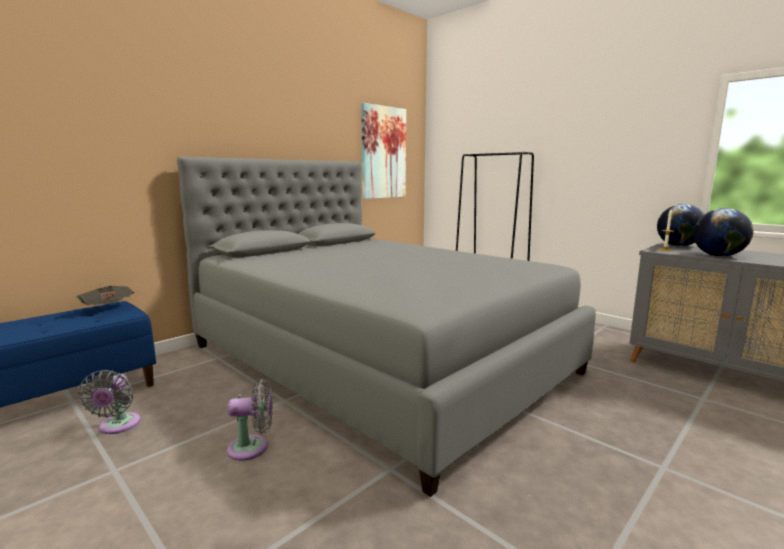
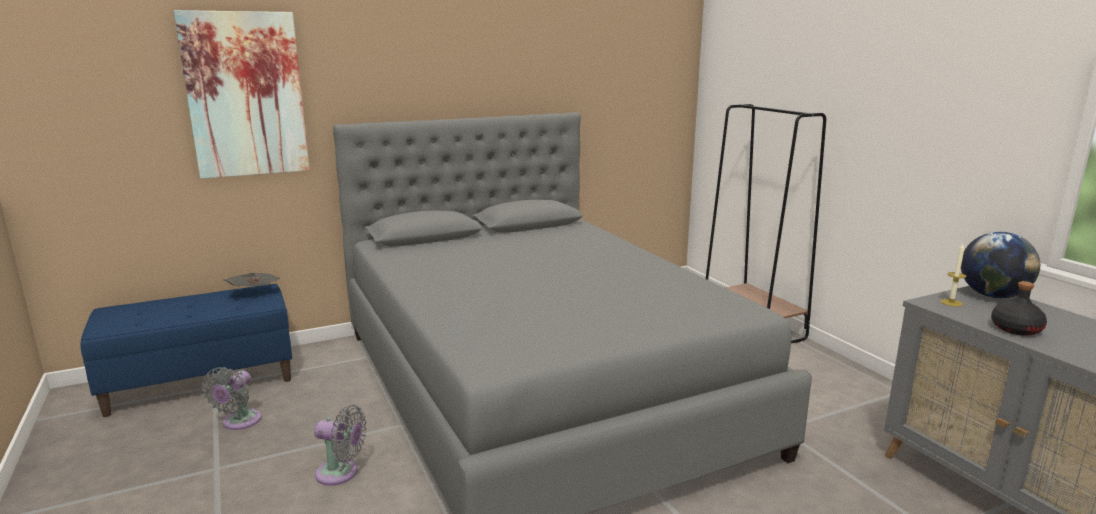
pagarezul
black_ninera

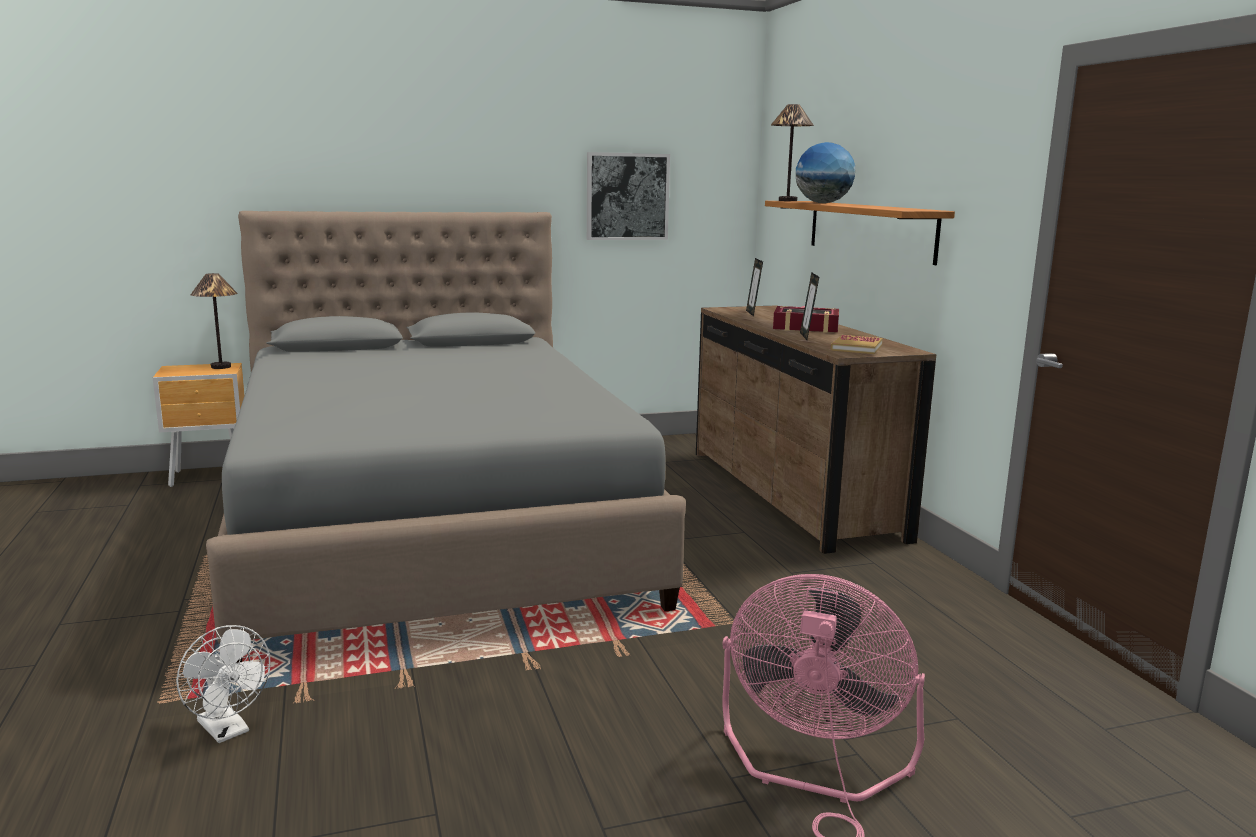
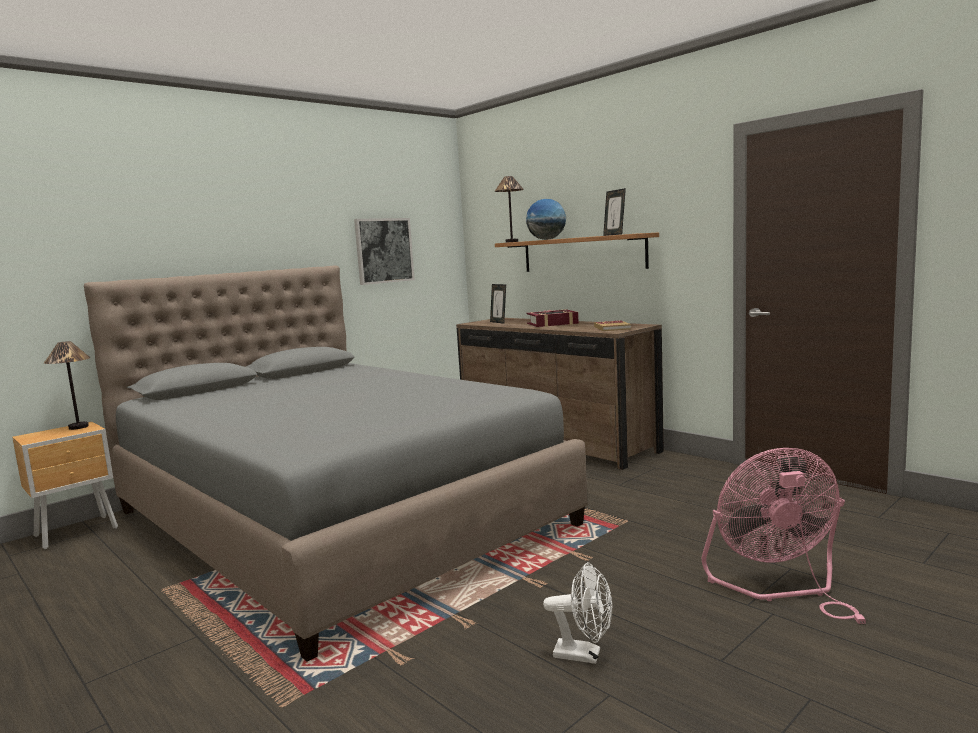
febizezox (no. 2 from left)
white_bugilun

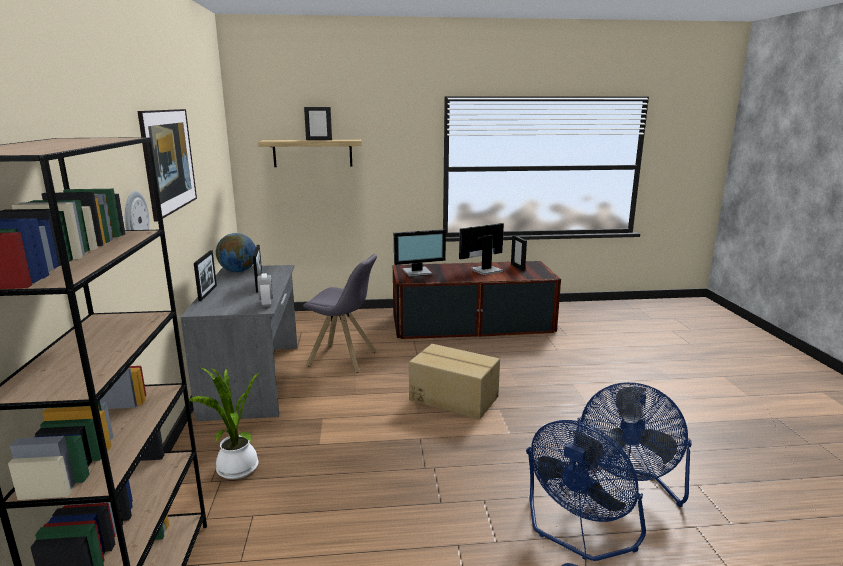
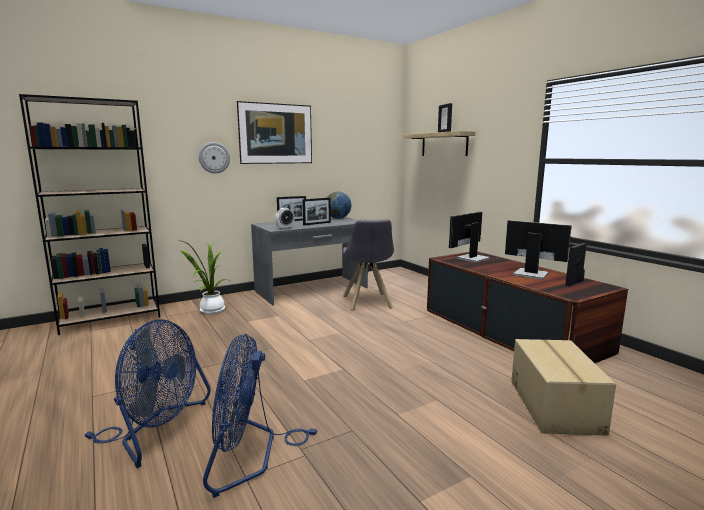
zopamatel (no. 1 from left)
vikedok

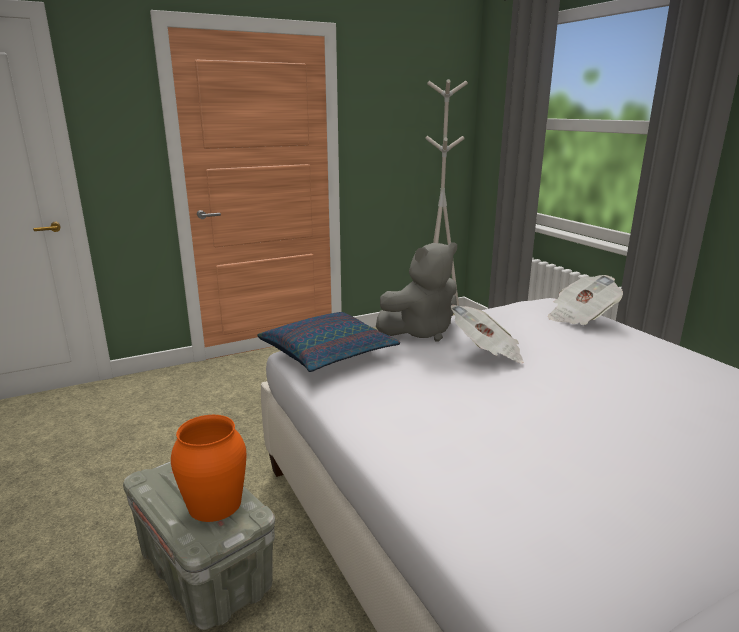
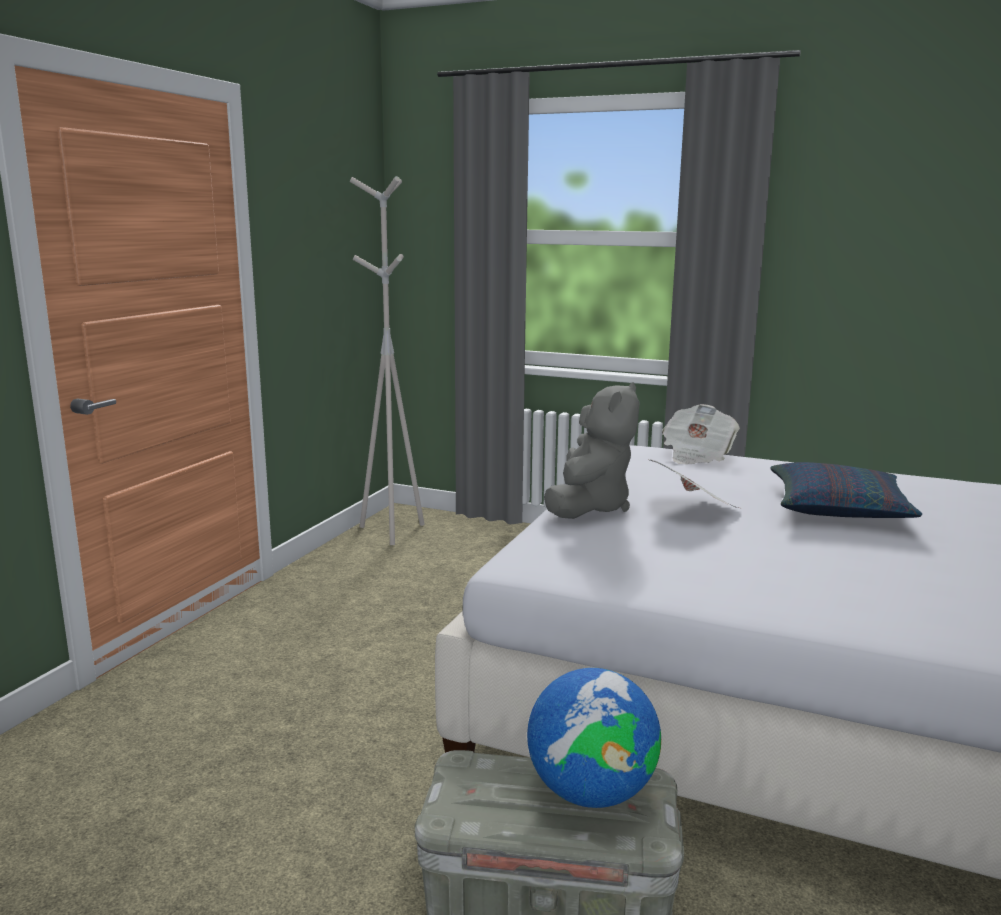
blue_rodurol
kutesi

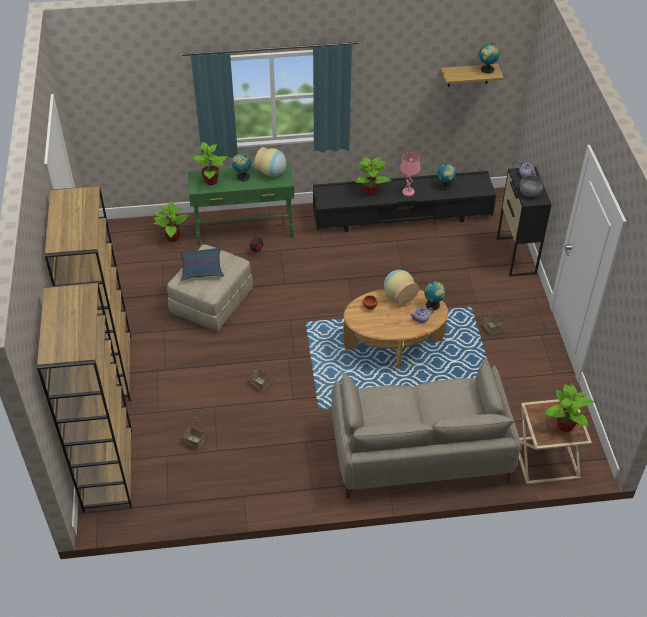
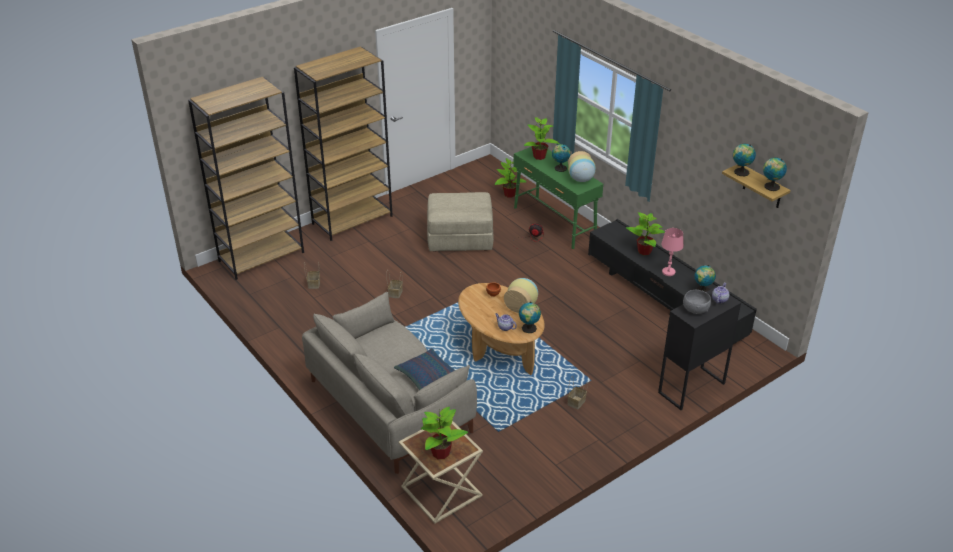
blue_rodurol
kutesi (no. 4 from left)

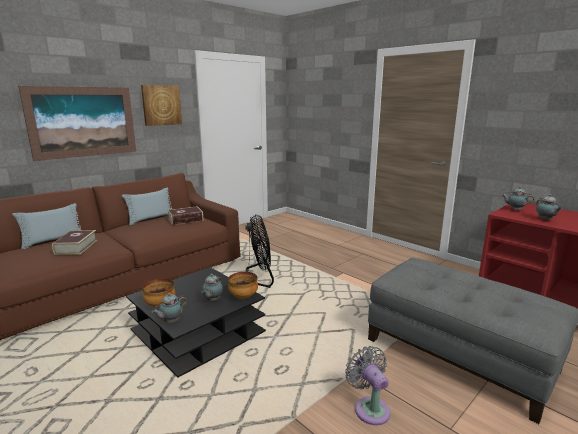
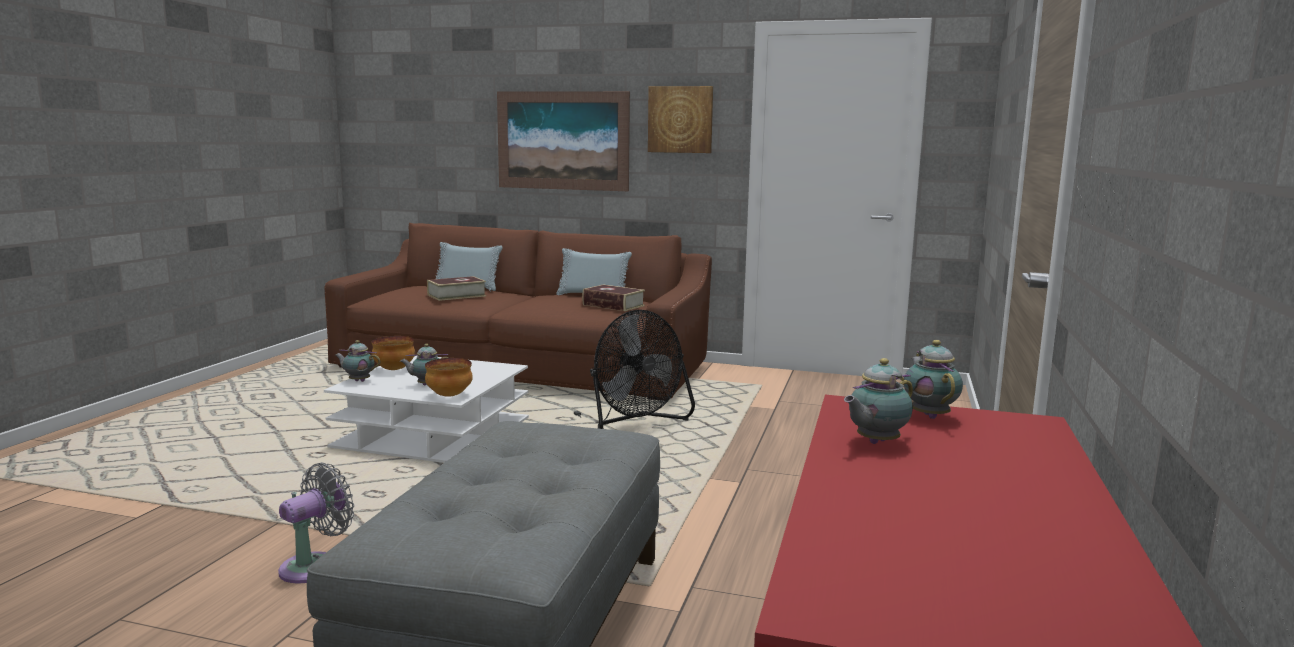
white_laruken

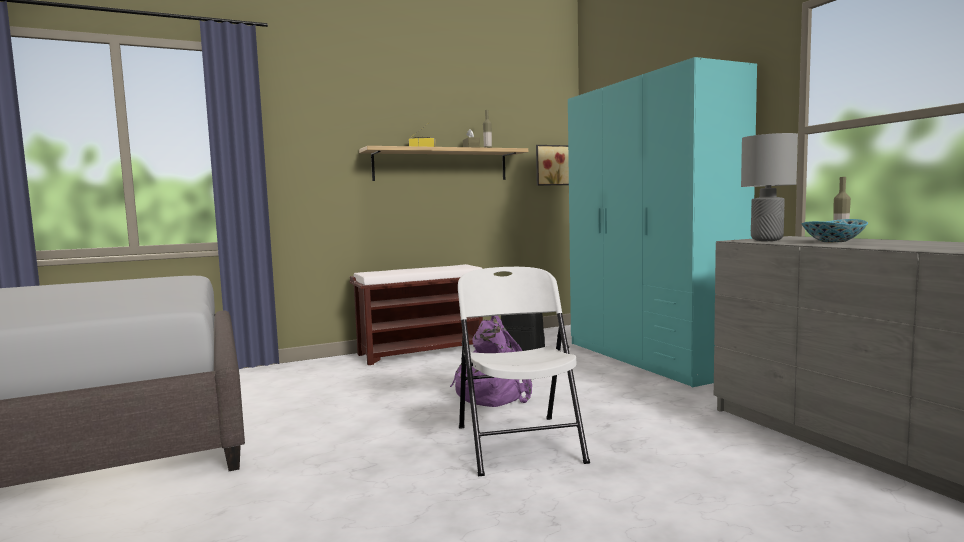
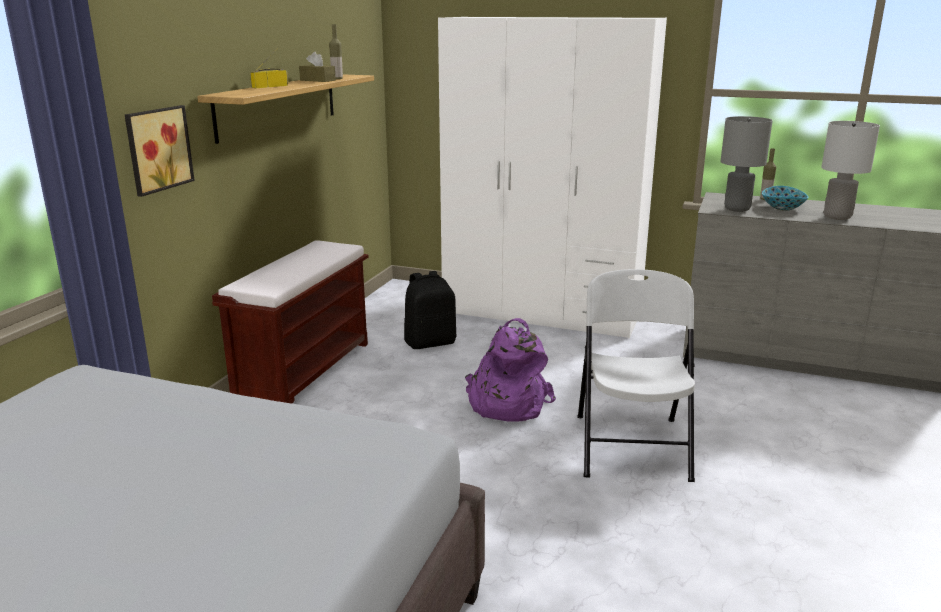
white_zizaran
pagarezul
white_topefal
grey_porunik (no. 2 from left)

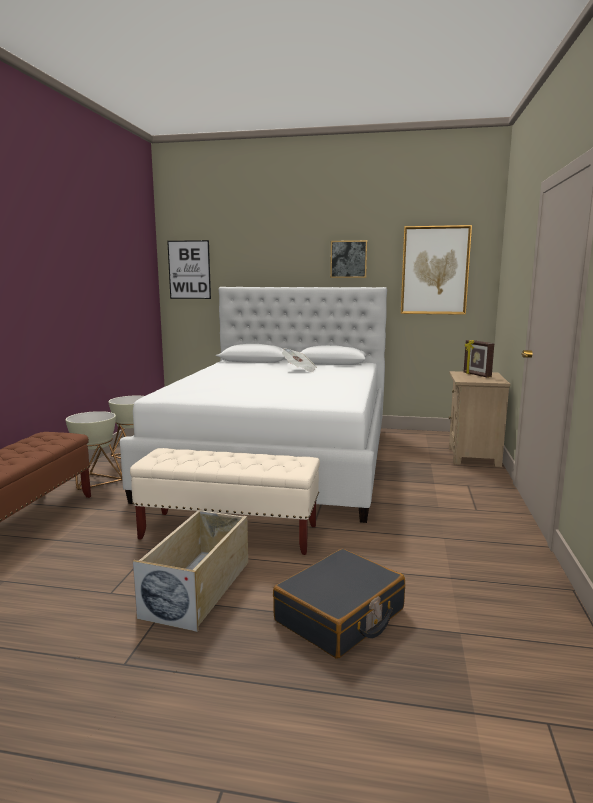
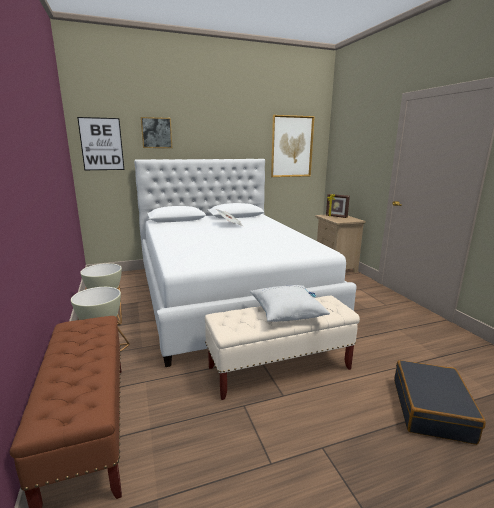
pagarezul (no. 2 from left)
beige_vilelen
grey_rodurol

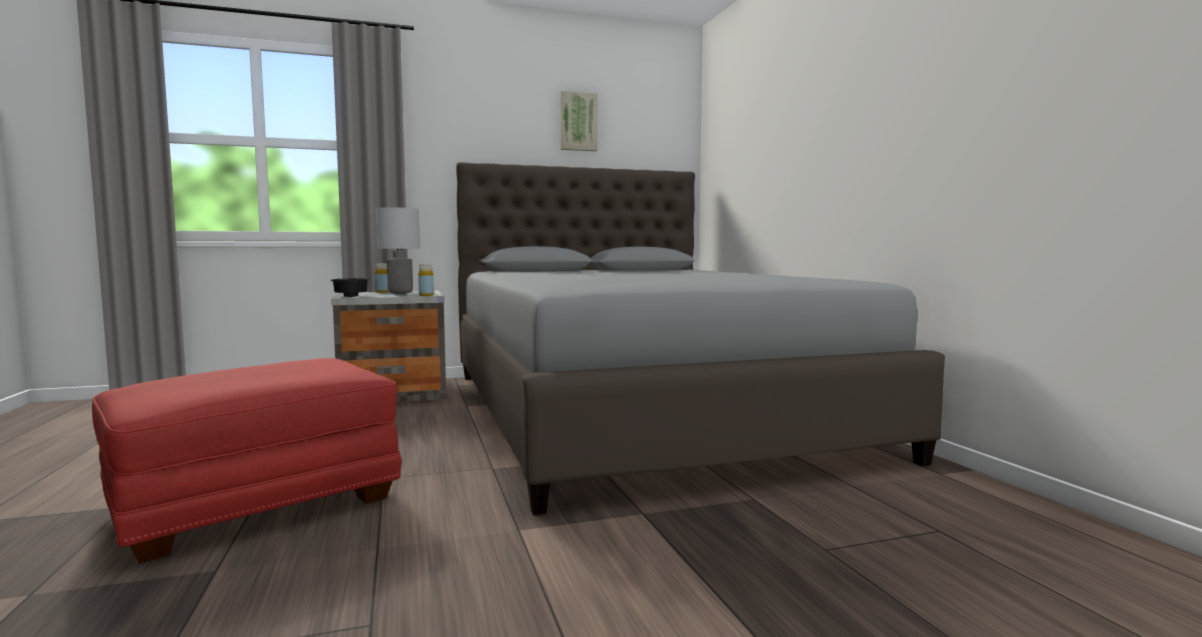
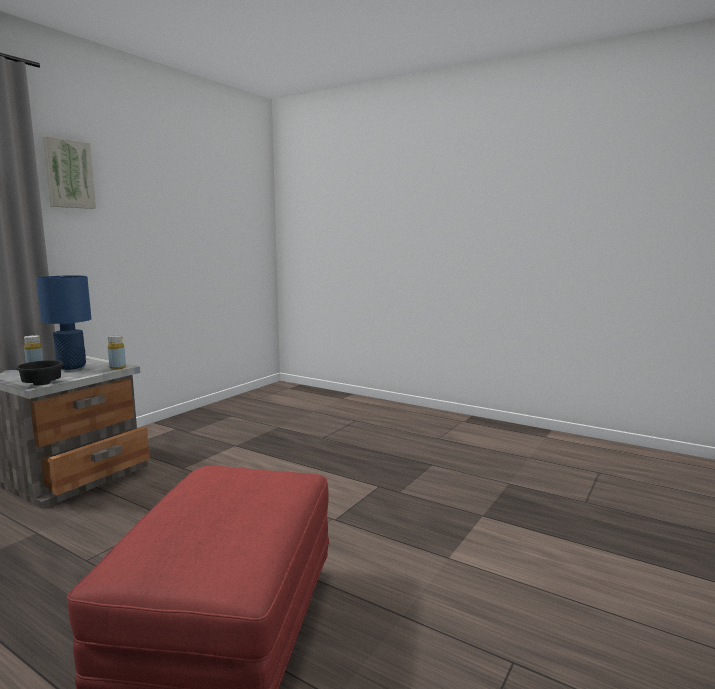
pagarezul
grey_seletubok
blue_porunik

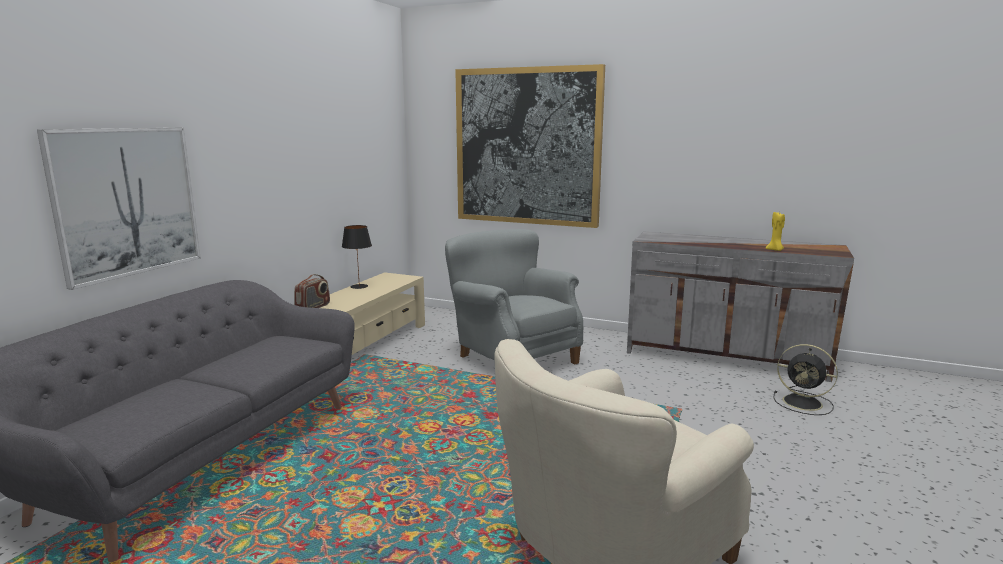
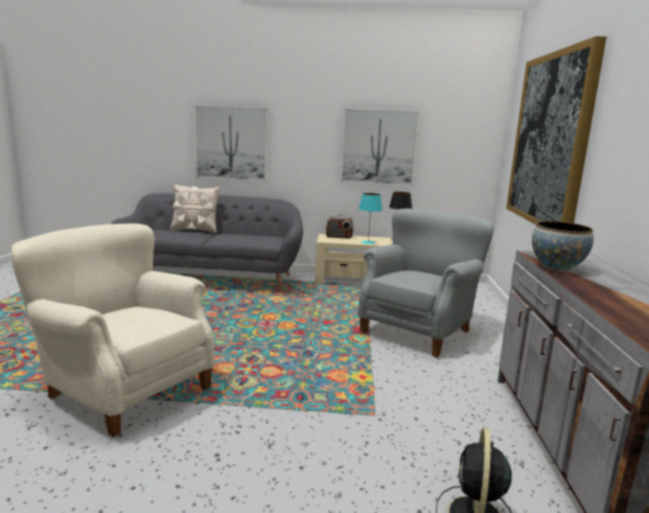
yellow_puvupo
pagarezul (no. 2 from left)
beige_rodurol
turquoise_porunik
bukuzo

